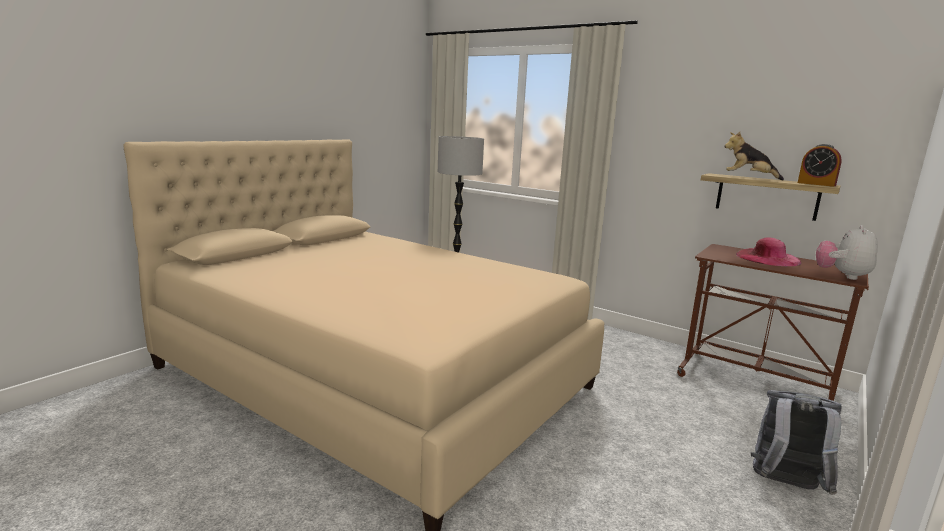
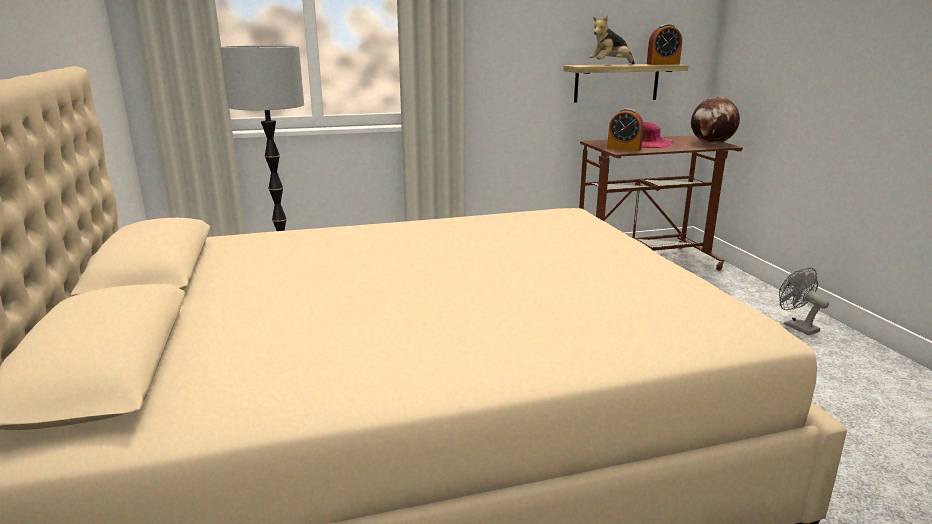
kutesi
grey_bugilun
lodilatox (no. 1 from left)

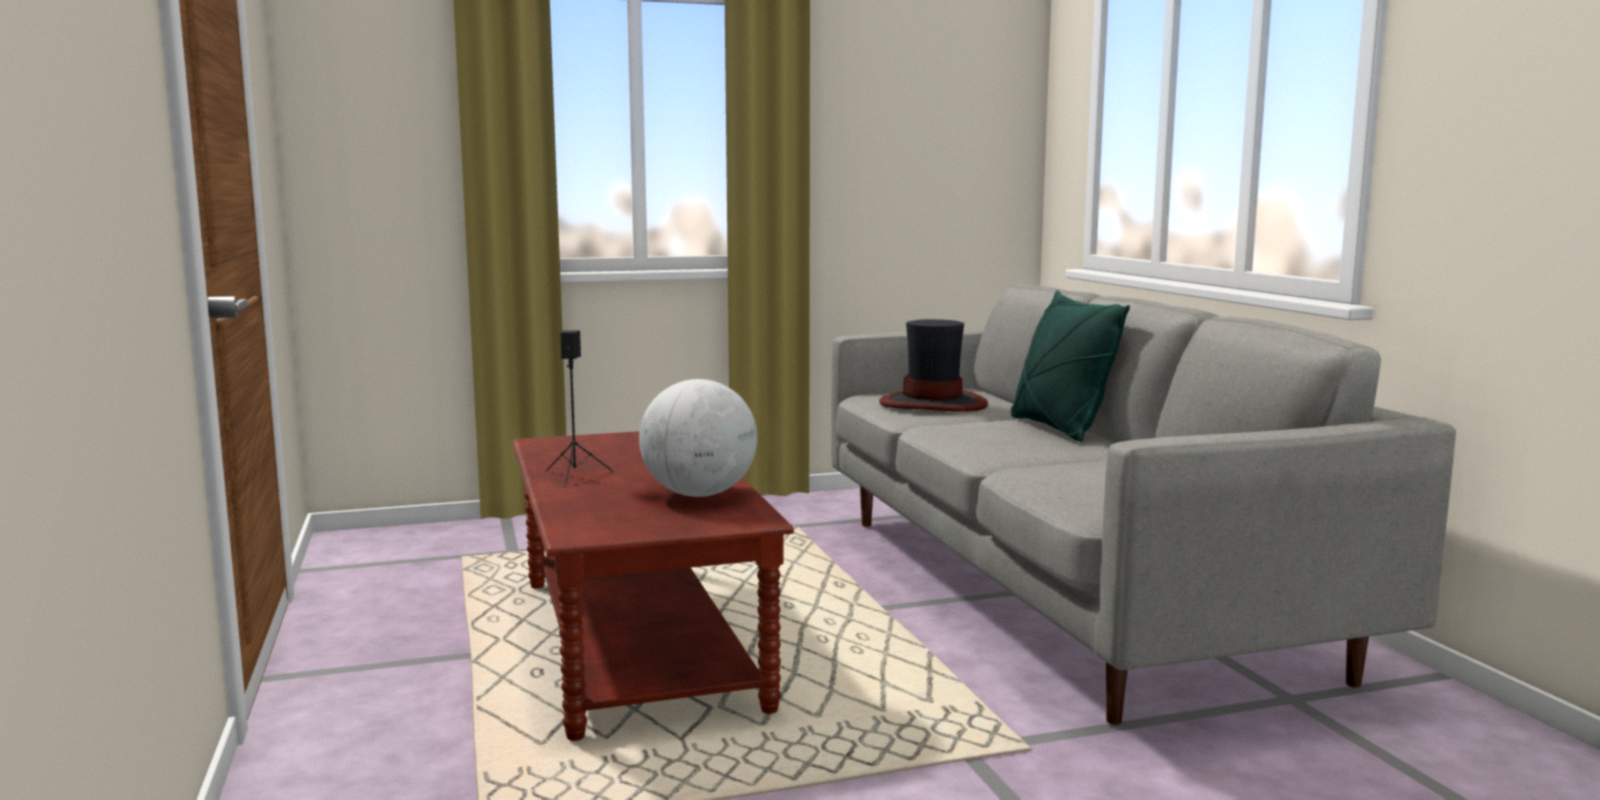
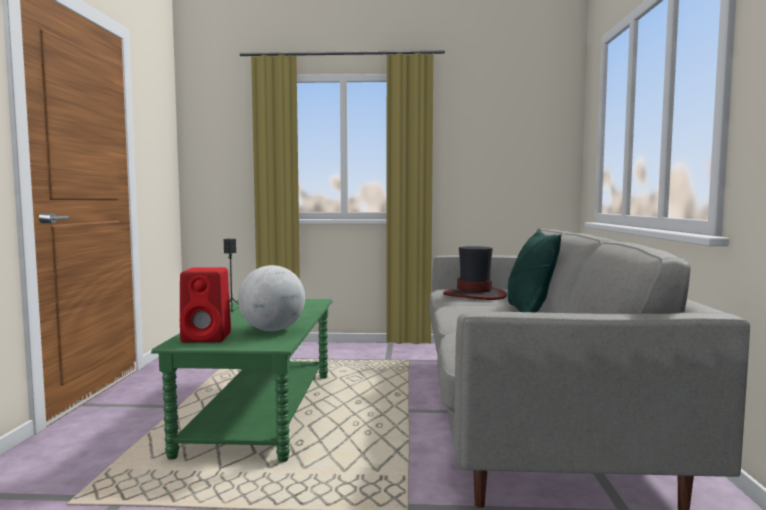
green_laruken
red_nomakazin

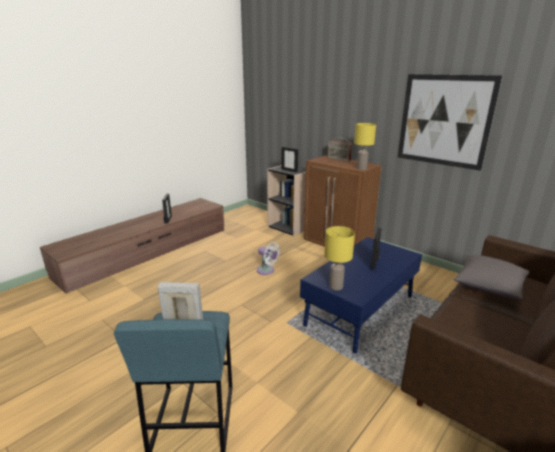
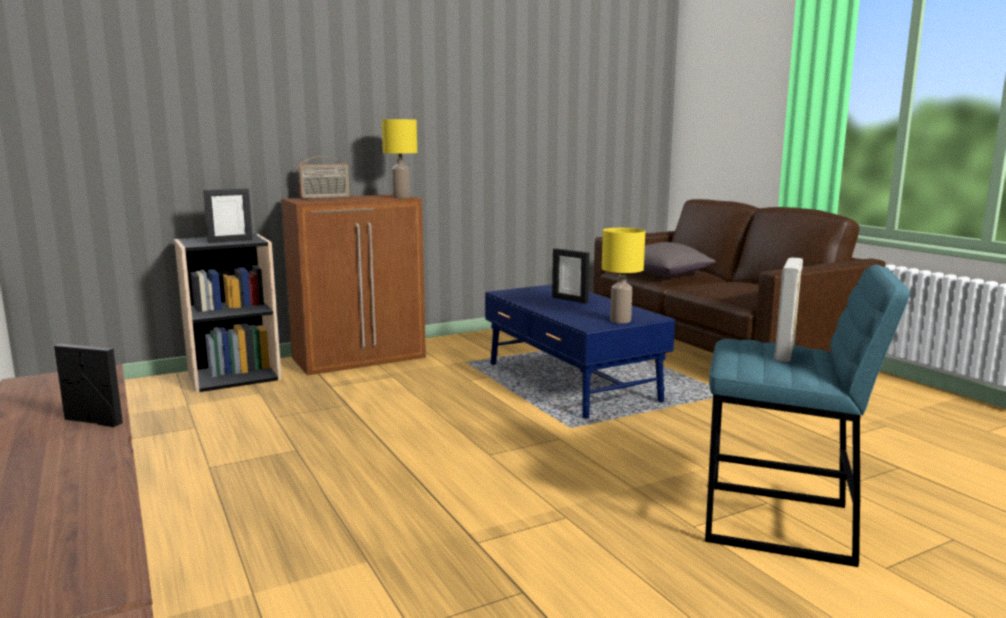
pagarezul
white_bugilun

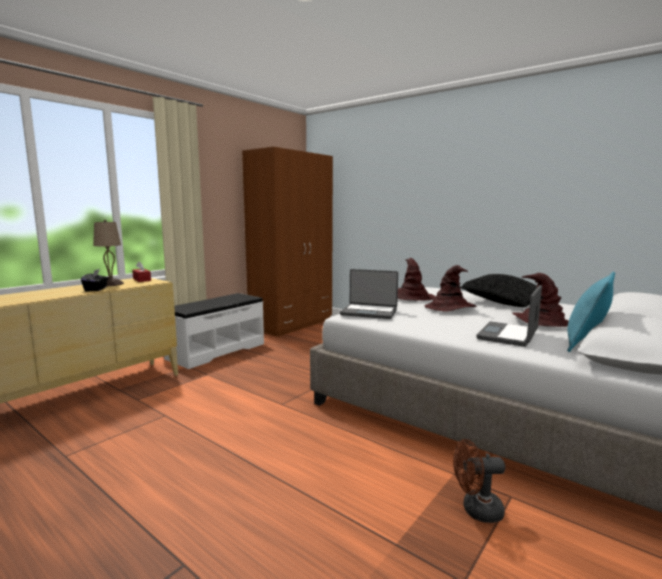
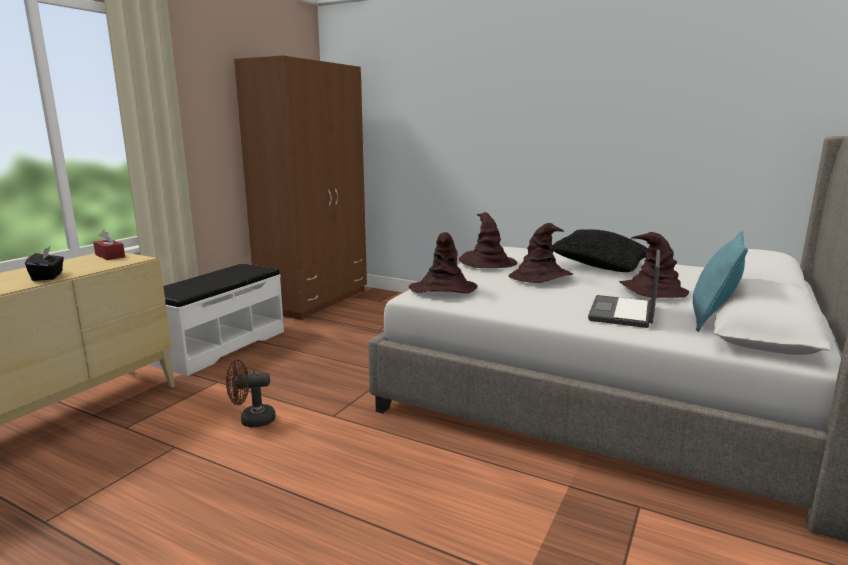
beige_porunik
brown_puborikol (no. 1 from left)
brown_bugilun

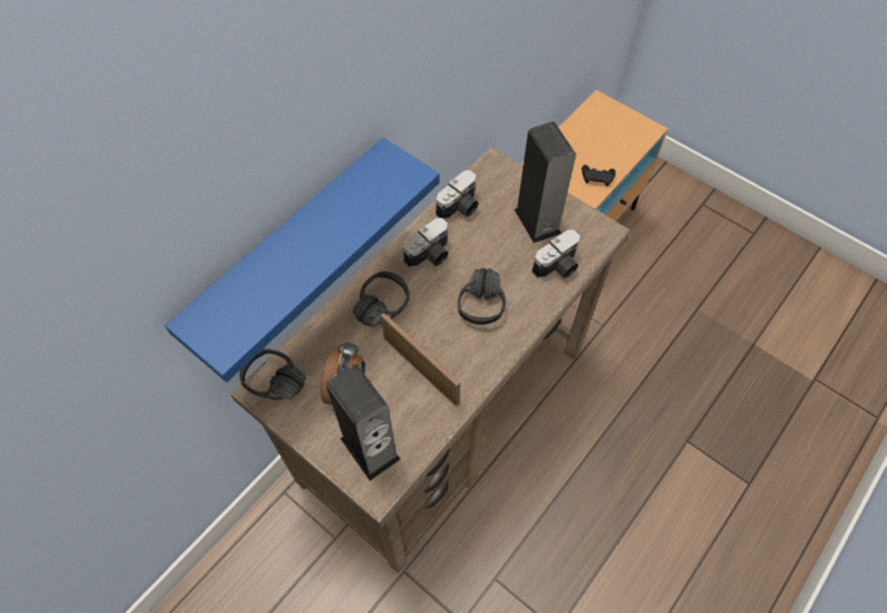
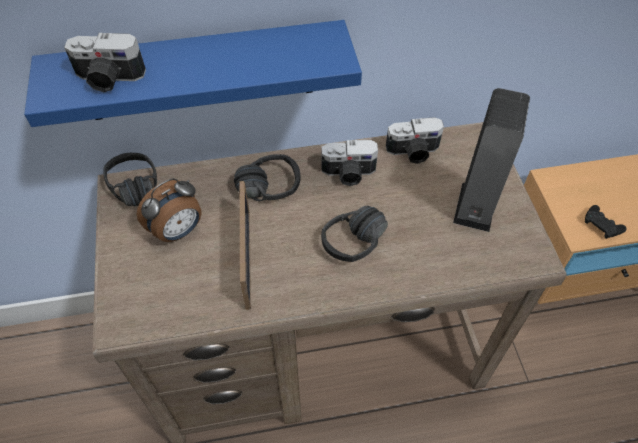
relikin (no. 1 from left)
nomakazin (no. 1 from left in the first image)

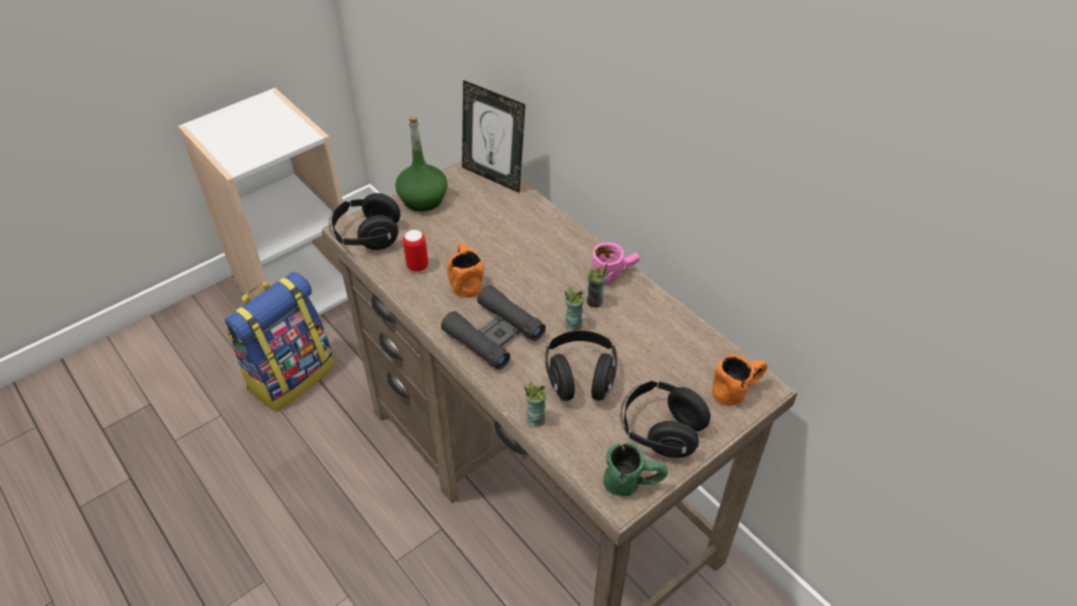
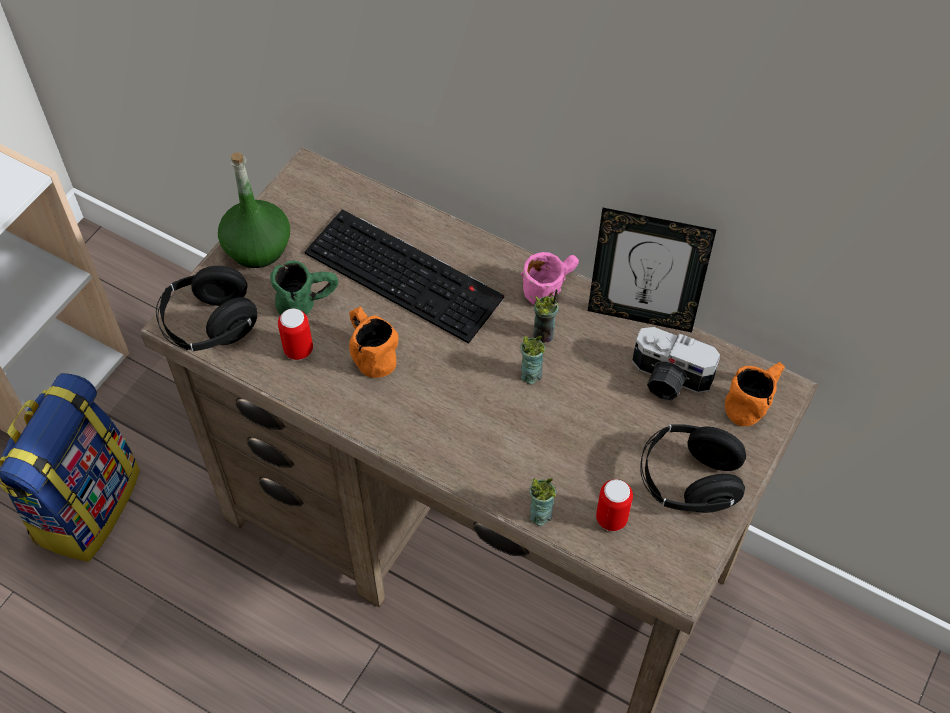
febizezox
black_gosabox
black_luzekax (no. 2 from left in the first image)
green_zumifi
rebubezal
relikin
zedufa (no. 2 from left)

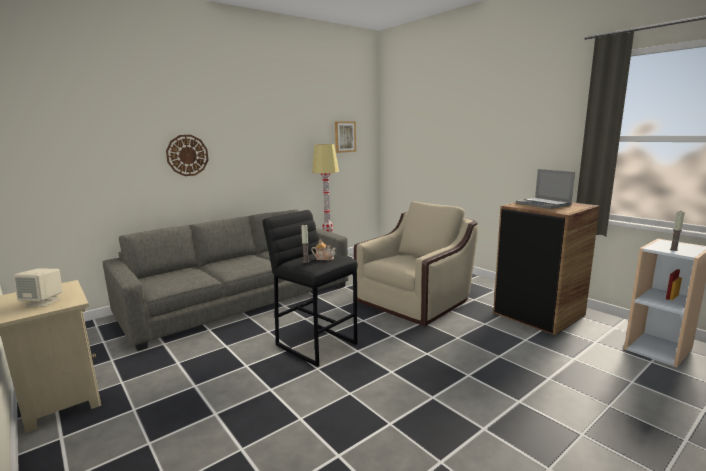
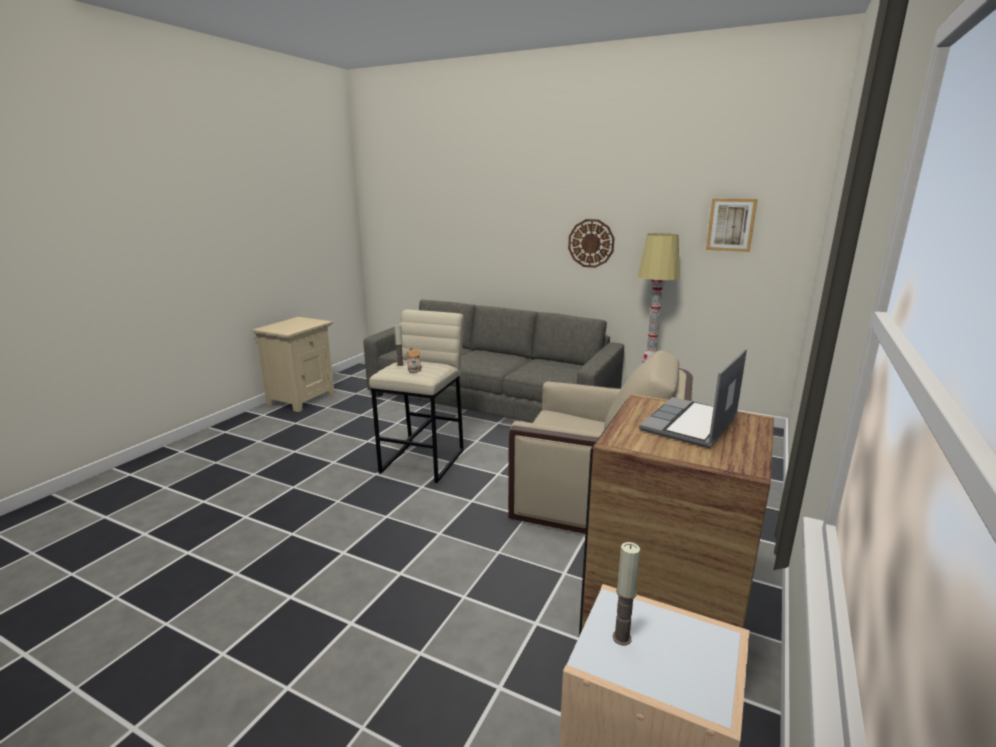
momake
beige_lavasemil
beige_nomakazin

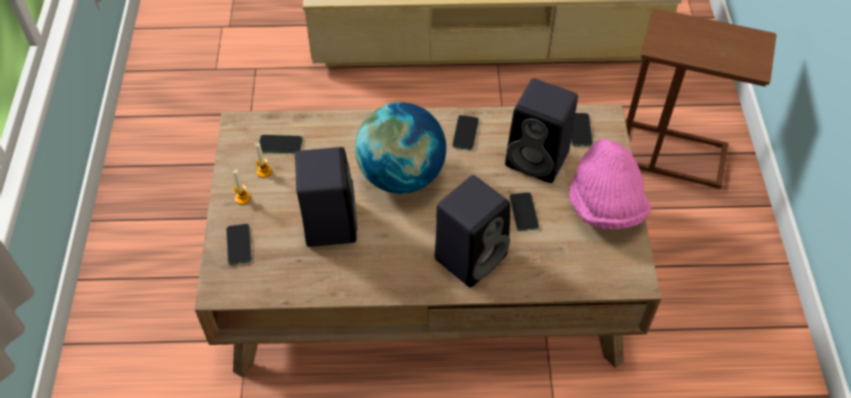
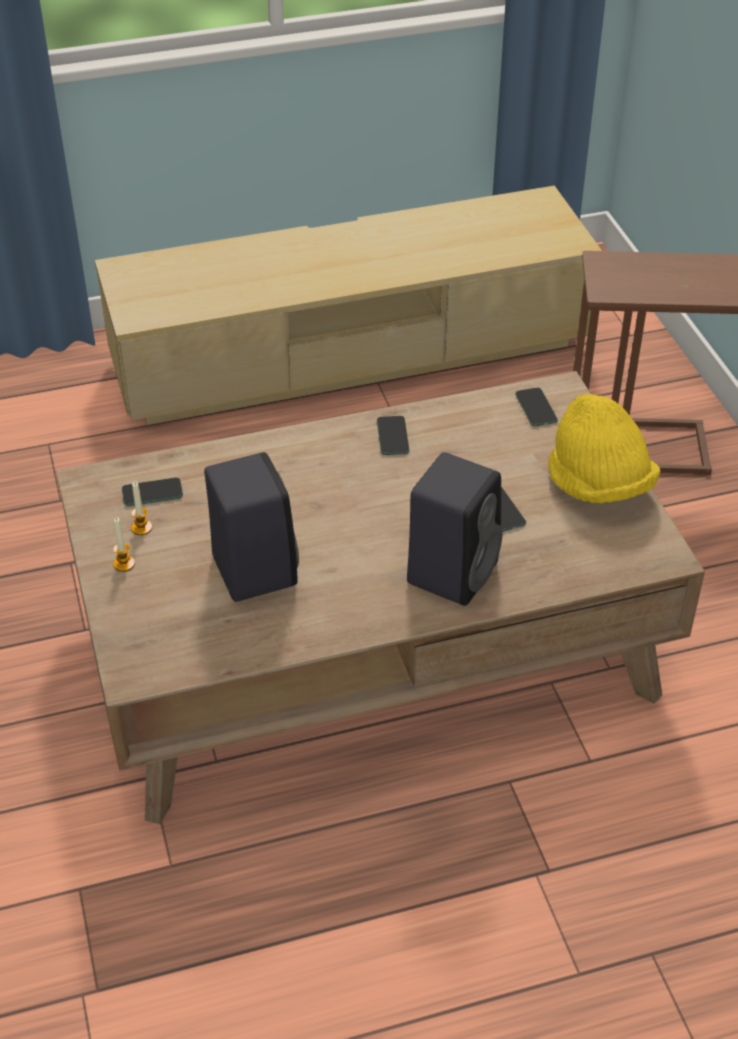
black_nomakazin (no. 3 from left in the first image)
kutesi
yellow_puborikol
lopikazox (no. 1 from left in the first image)

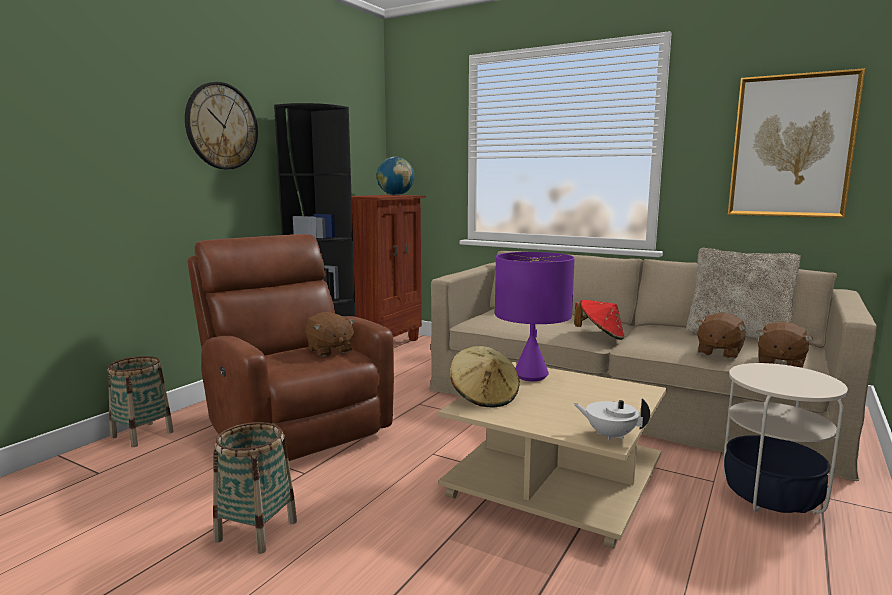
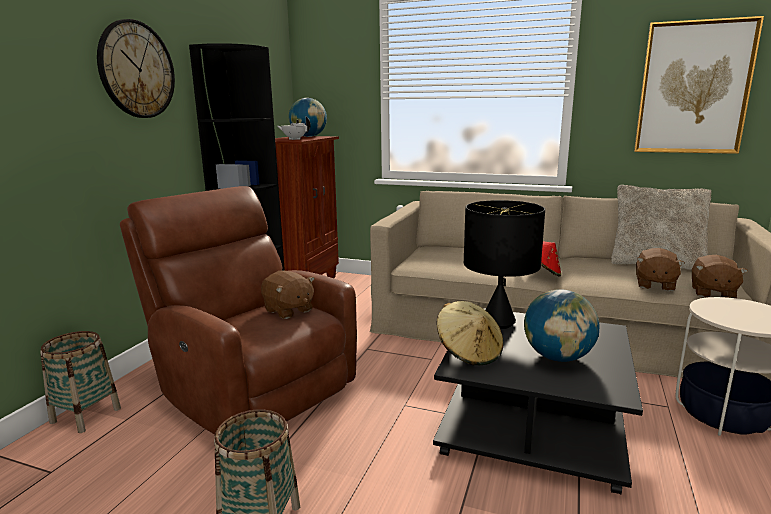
black_porunik
black_laruken
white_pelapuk
kutesi (no. 2 from left)

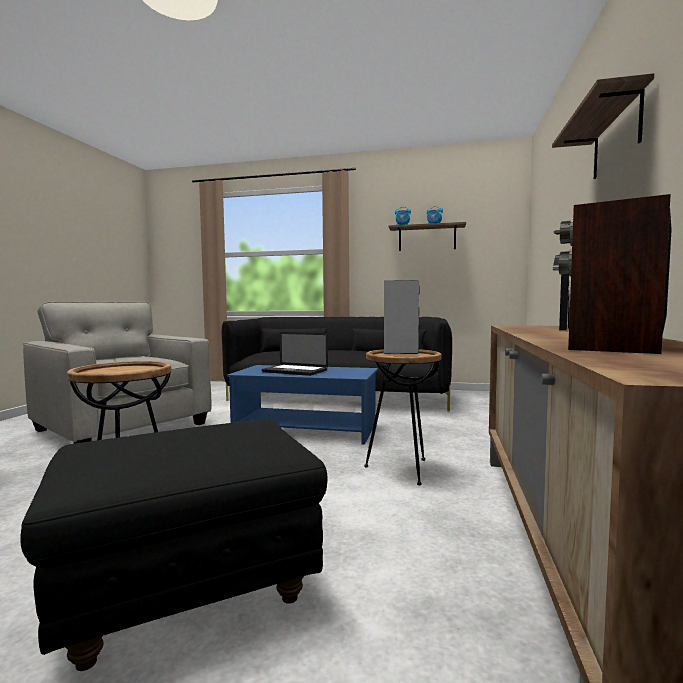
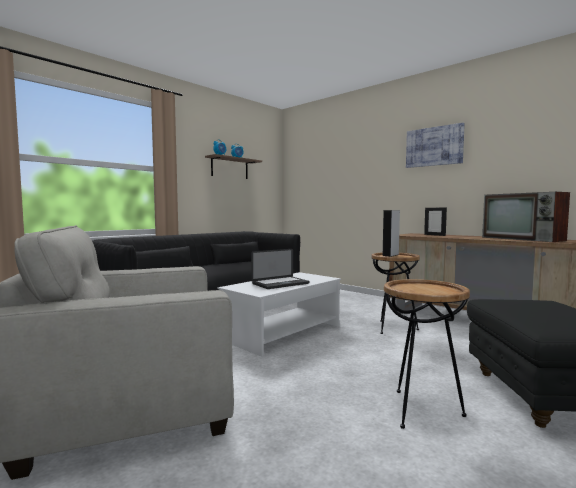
pagarezul
white_laruken

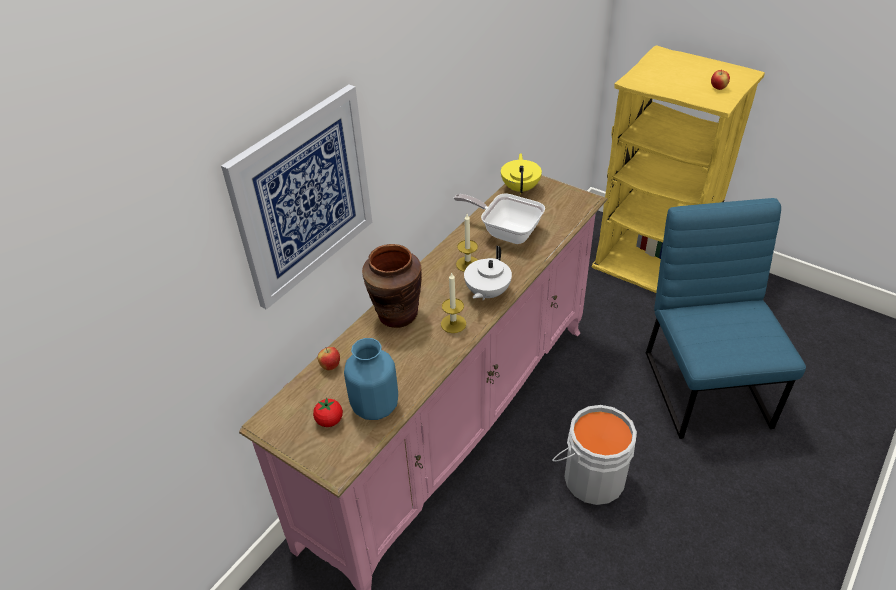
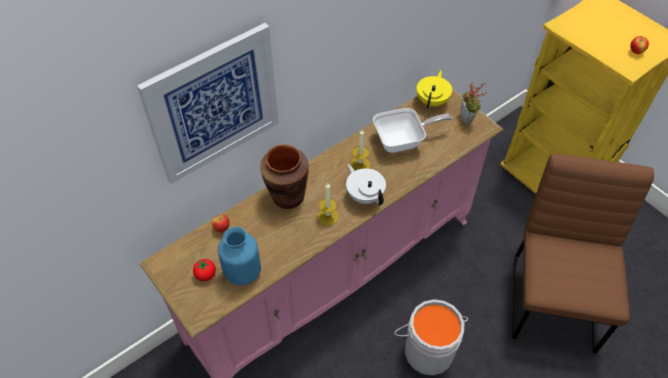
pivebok
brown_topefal
white_pelapuk
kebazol

